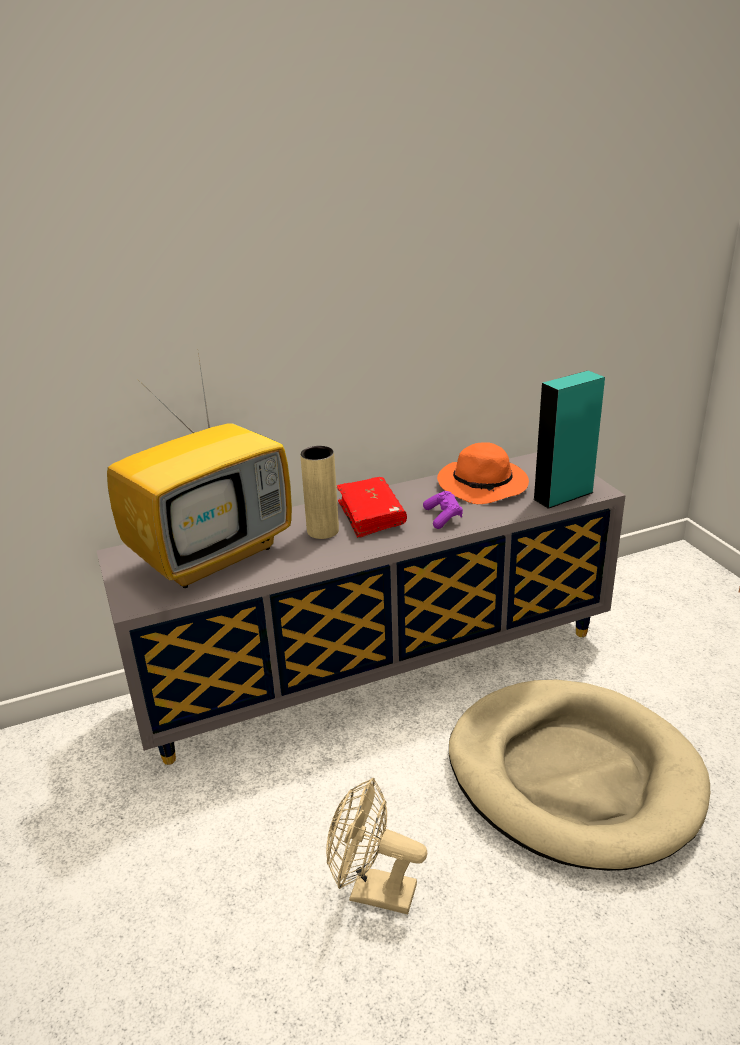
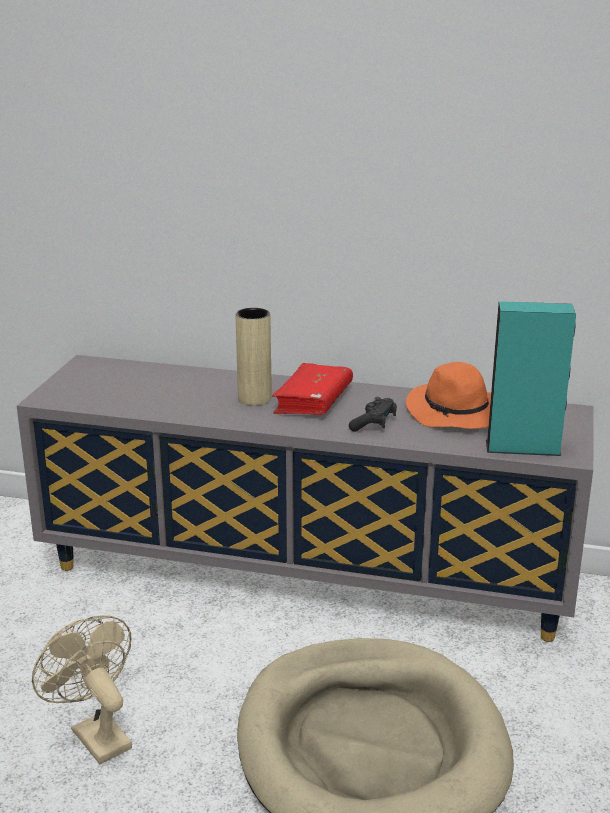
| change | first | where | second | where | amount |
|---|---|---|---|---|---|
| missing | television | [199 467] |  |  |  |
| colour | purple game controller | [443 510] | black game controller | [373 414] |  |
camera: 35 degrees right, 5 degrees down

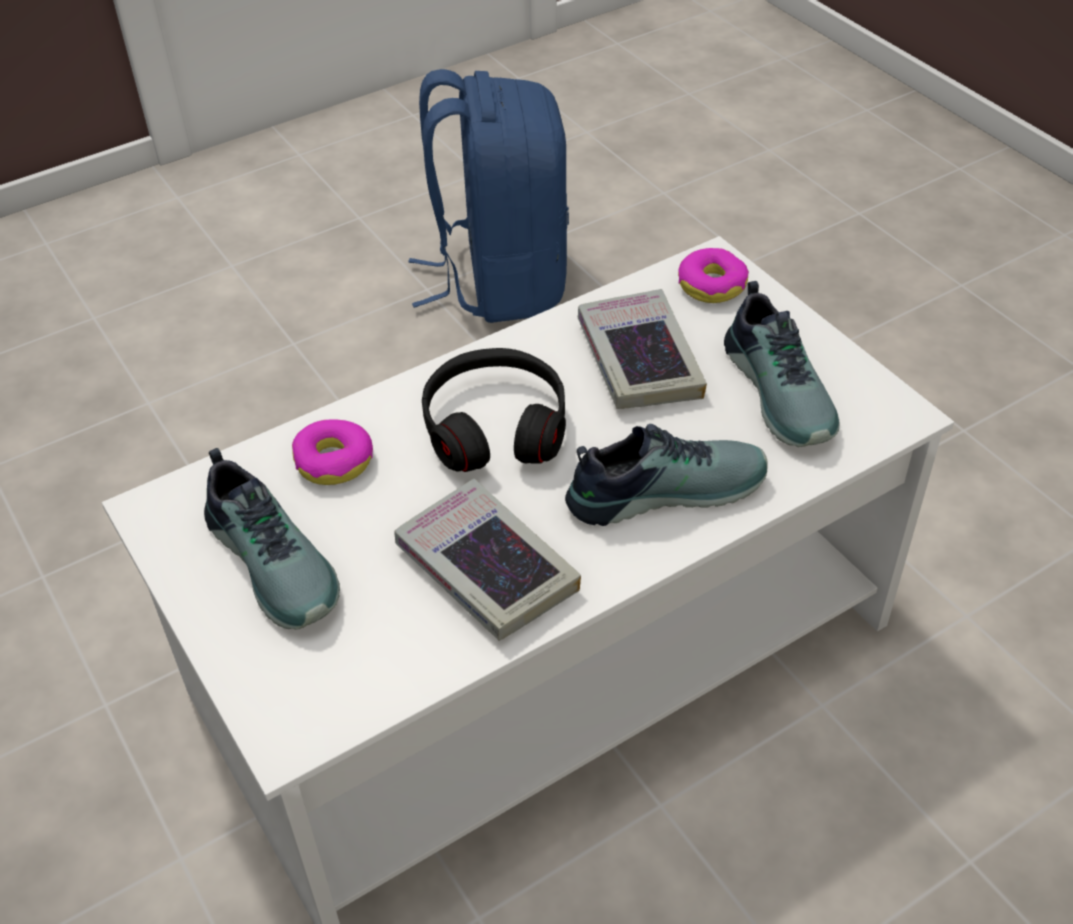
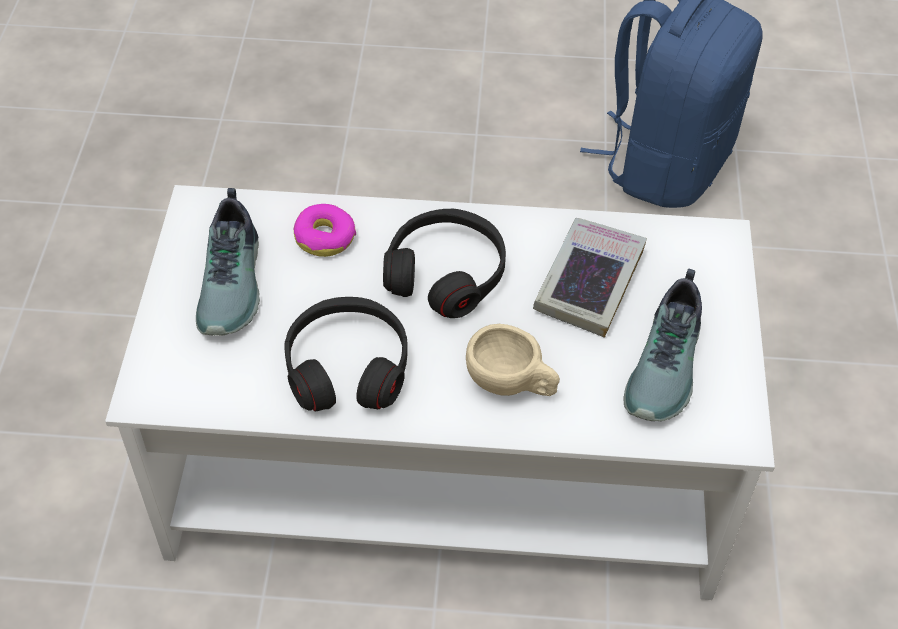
| change | first | where | second | where | amount |
|---|---|---|---|---|---|
| exchanged | book | [487 560] | black headphones | [346 354] |  |
| exchanged | shoe | [666 475] | beige cup | [513 360] |  |
| missing | donut | [713 275] |  |  |  |
camera: 35 degrees right, 5 degrees up

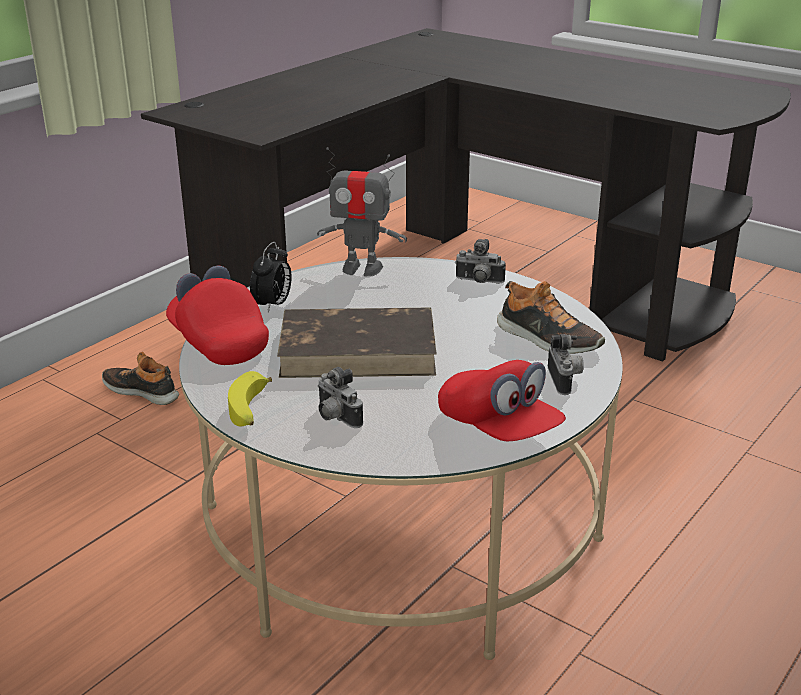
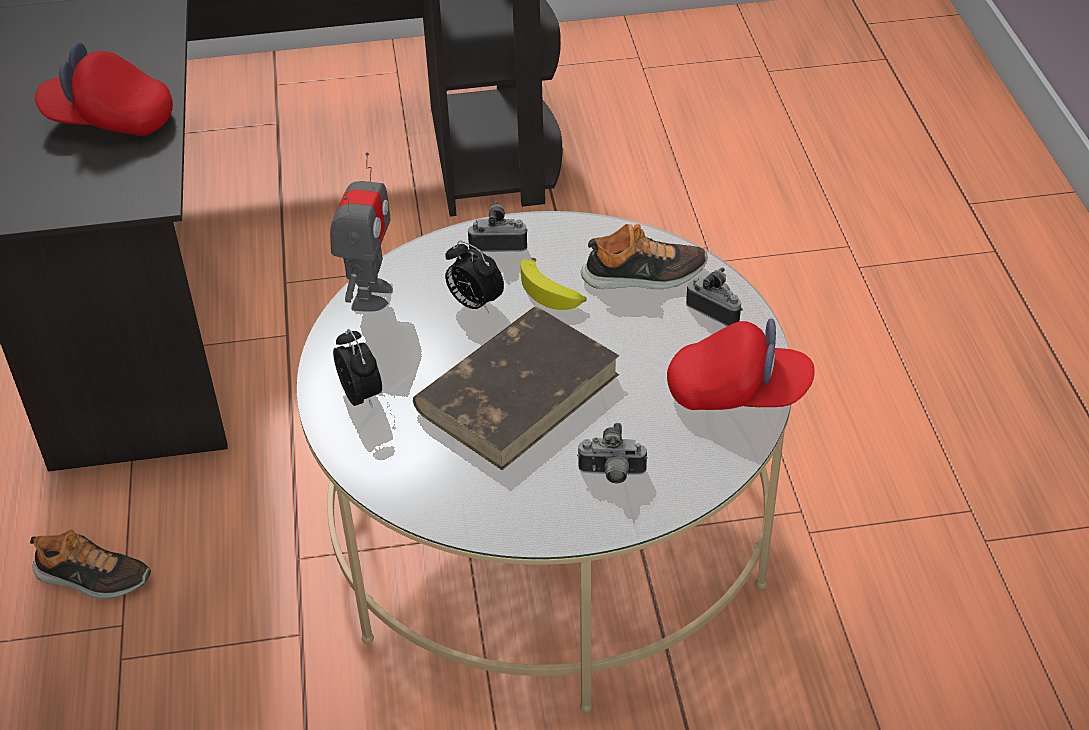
| change | first | where | second | where | amount |
|---|---|---|---|---|---|
| spun | shoe | [140 378] |  | [90 564] | 150 degrees counterclockwise |
| relocated | red cap | [217 315] |  | [104 89] |  |
| relocated | banana | [250 399] |  | [553 284] |  |
| spun | toy robot | [362 211] |  | [361 232] | 45 degrees counterclockwise |
| spun | photo camera | [480 261] |  | [497 226] | 150 degrees counterclockwise |
| appeared |  |  | alarm clock | [474 277] |  |
camera: 45 degrees left, 15 degrees up

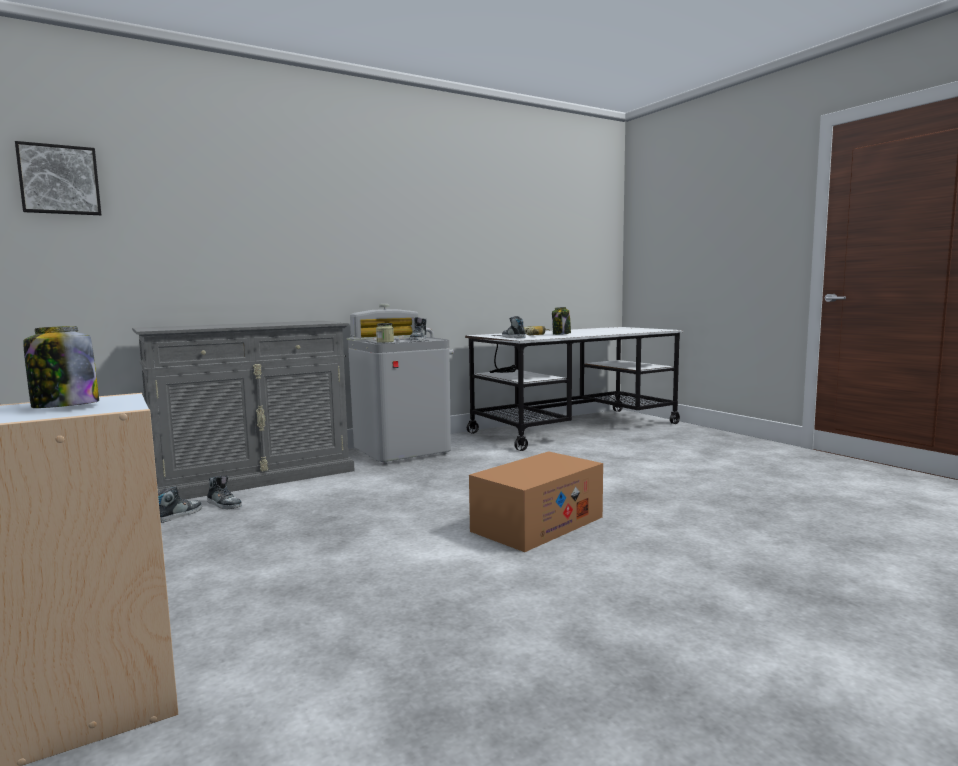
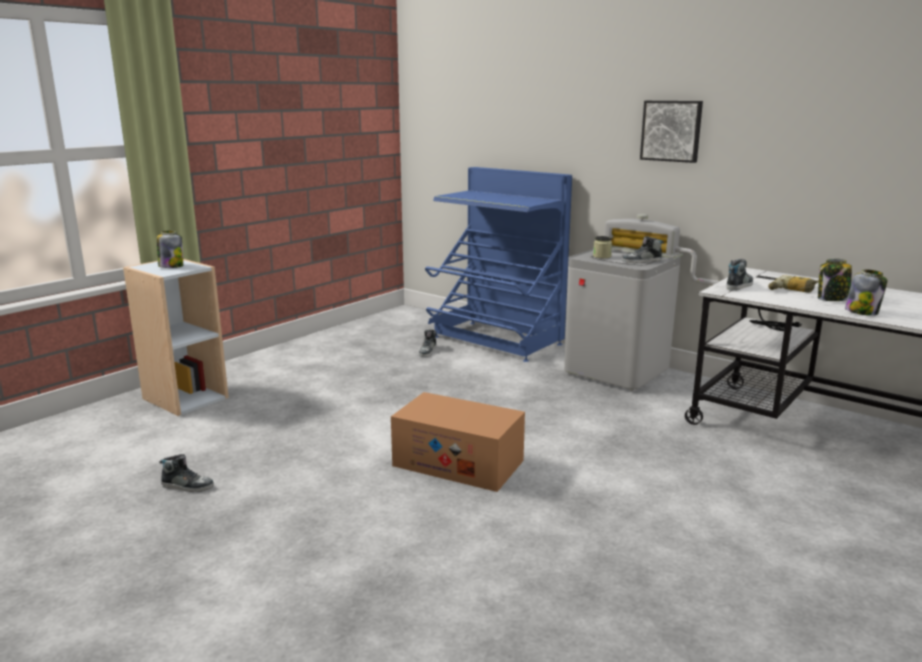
| change | first | where | second | where | amount |
|---|---|---|---|---|---|
| relocated | picture | [58 178] |  | [671 132] |  |
| exchanged | grey dresser | [243 410] | blue shoe rack | [498 264] |  |
| relocated | shoe | [180 504] |  | [187 473] |  |
| appeared |  |  | jar | [866 292] |  |
camera: 70 degrees right, 10 degrees up

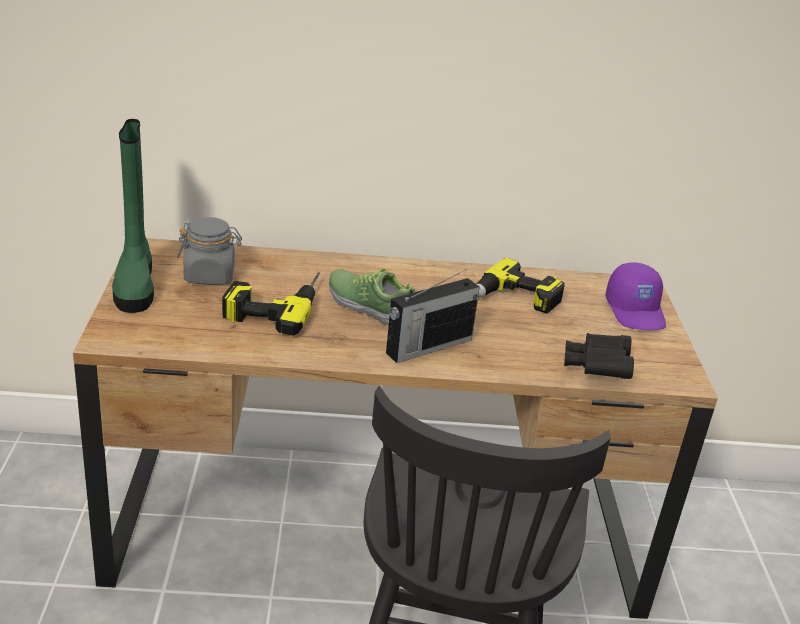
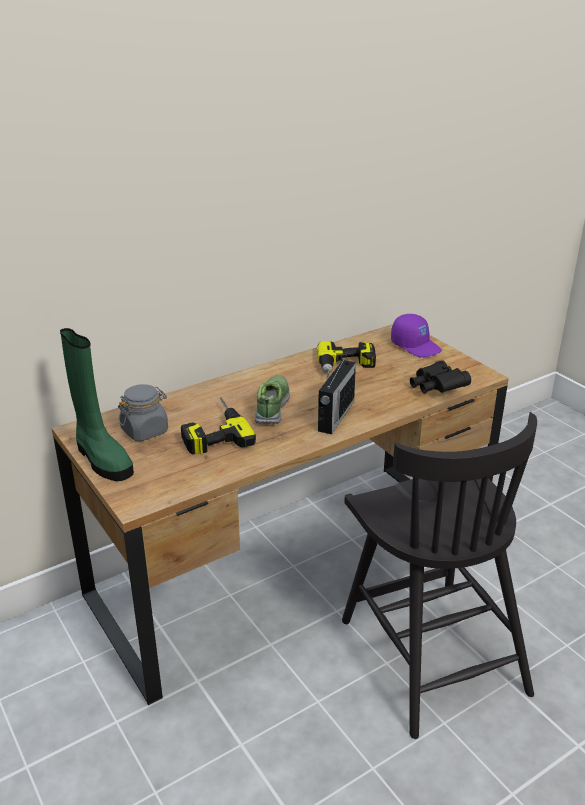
| change | first | where | second | where | amount |
|---|---|---|---|---|---|
| spun | shoe | [372 297] |  | [272 399] | 90 degrees clockwise |
camera: 30 degrees left, 0 degrees up

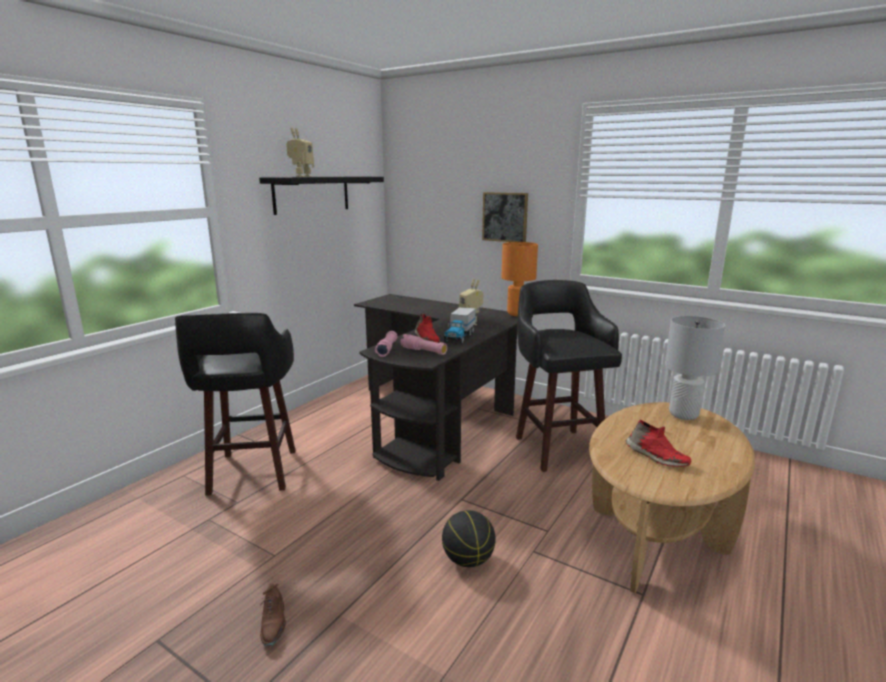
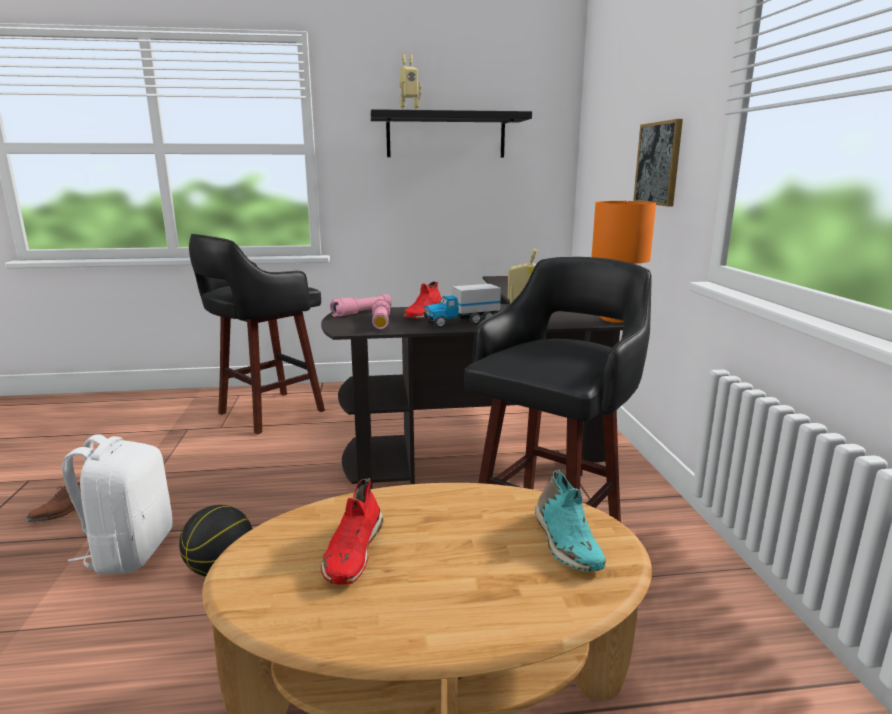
| change | first | where | second | where | amount |
|---|---|---|---|---|---|
| exchanged | grey table lamp | [695 368] | turquoise shoe | [570 520] |  |
| appeared |  |  | white backpack | [117 504] |  |
camera: 50 degrees right, 0 degrees up

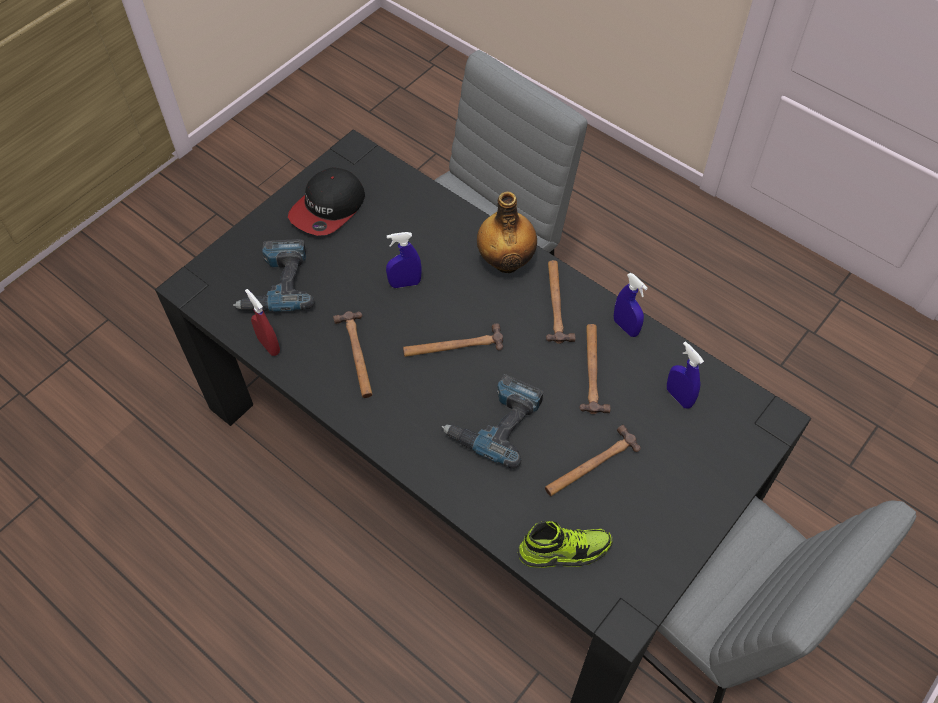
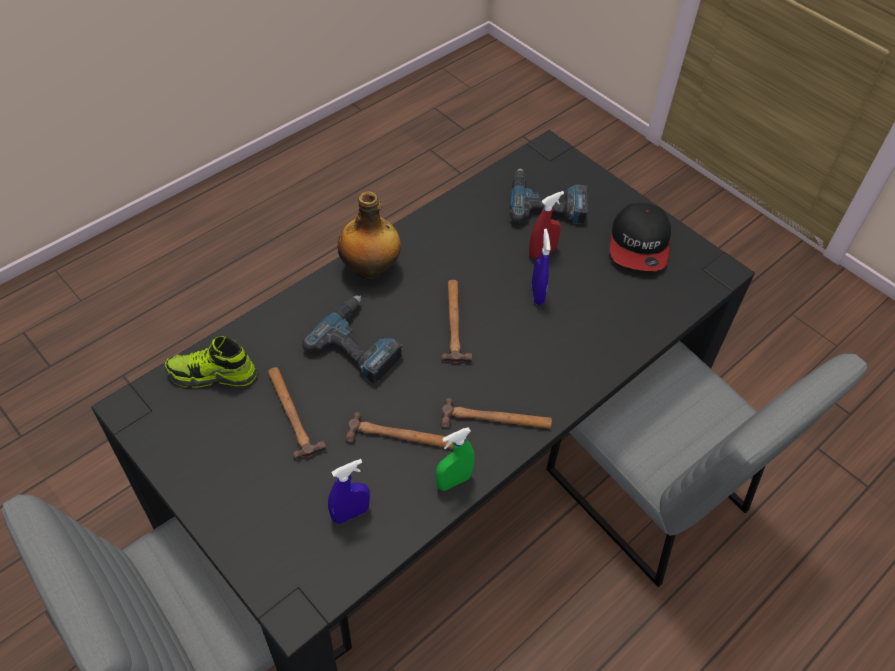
| change | first | where | second | where | amount |
|---|---|---|---|---|---|
| relocated | red spray bottle | [262 322] |  | [546 224] |  |
| spun | cap | [326 201] |  | [640 237] | 120 degrees counterclockwise |
| missing | hammer | [352 354] |  |  |  |
| relocated | bottle | [507 232] |  | [369 235] |  |
| spun | shoe | [565 544] |  | [210 362] | 90 degrees clockwise |
| colour | blue spray bottle | [631 305] | green spray bottle | [455 459] |  |
camera: 95 degrees right, 5 degrees down

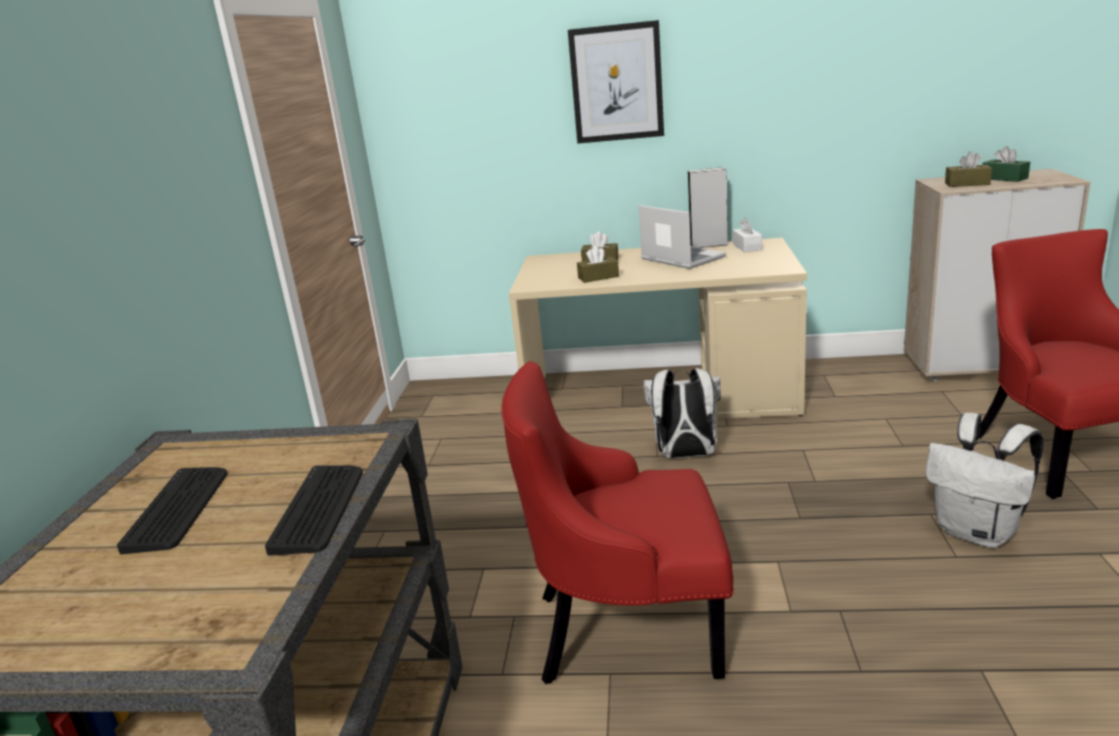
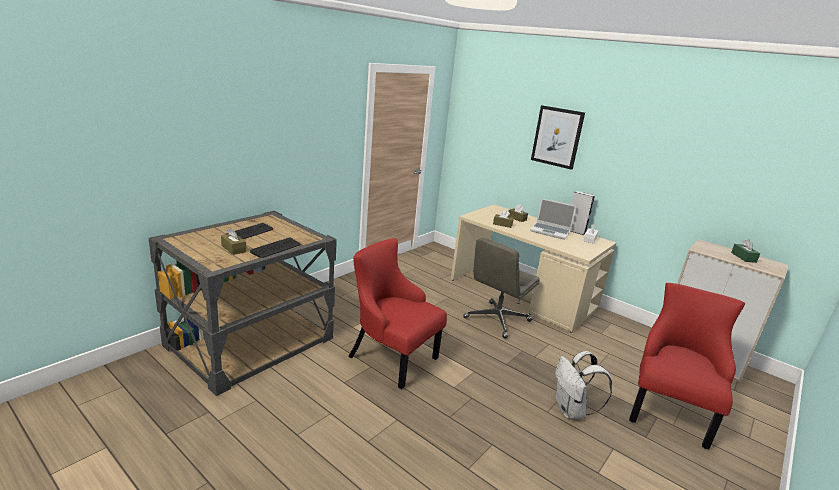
| change | first | where | second | where | amount |
|---|---|---|---|---|---|
| spun | laptop | [682 237] |  | [553 219] | 120 degrees clockwise |
| exchanged | white backpack | [682 413] | grey office chair | [501 288] |  |
| relocated | brown tissue box | [968 169] |  | [233 241] |  |
camera: 30 degrees right, 0 degrees up

